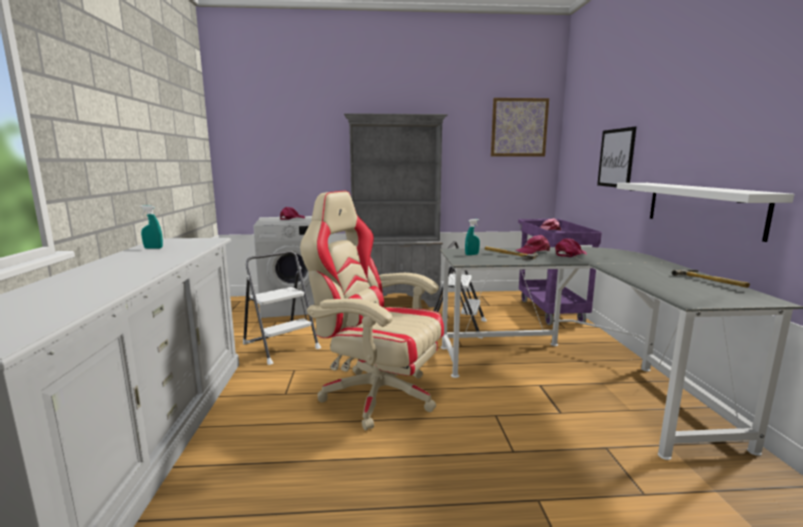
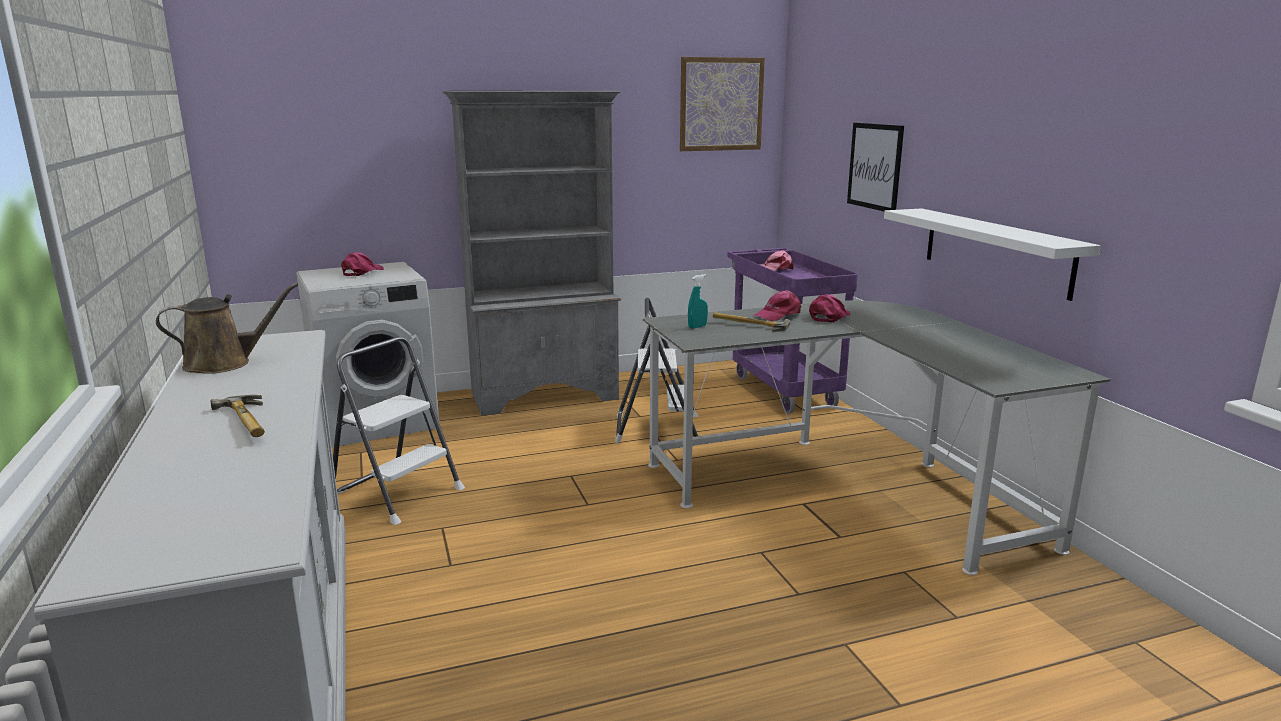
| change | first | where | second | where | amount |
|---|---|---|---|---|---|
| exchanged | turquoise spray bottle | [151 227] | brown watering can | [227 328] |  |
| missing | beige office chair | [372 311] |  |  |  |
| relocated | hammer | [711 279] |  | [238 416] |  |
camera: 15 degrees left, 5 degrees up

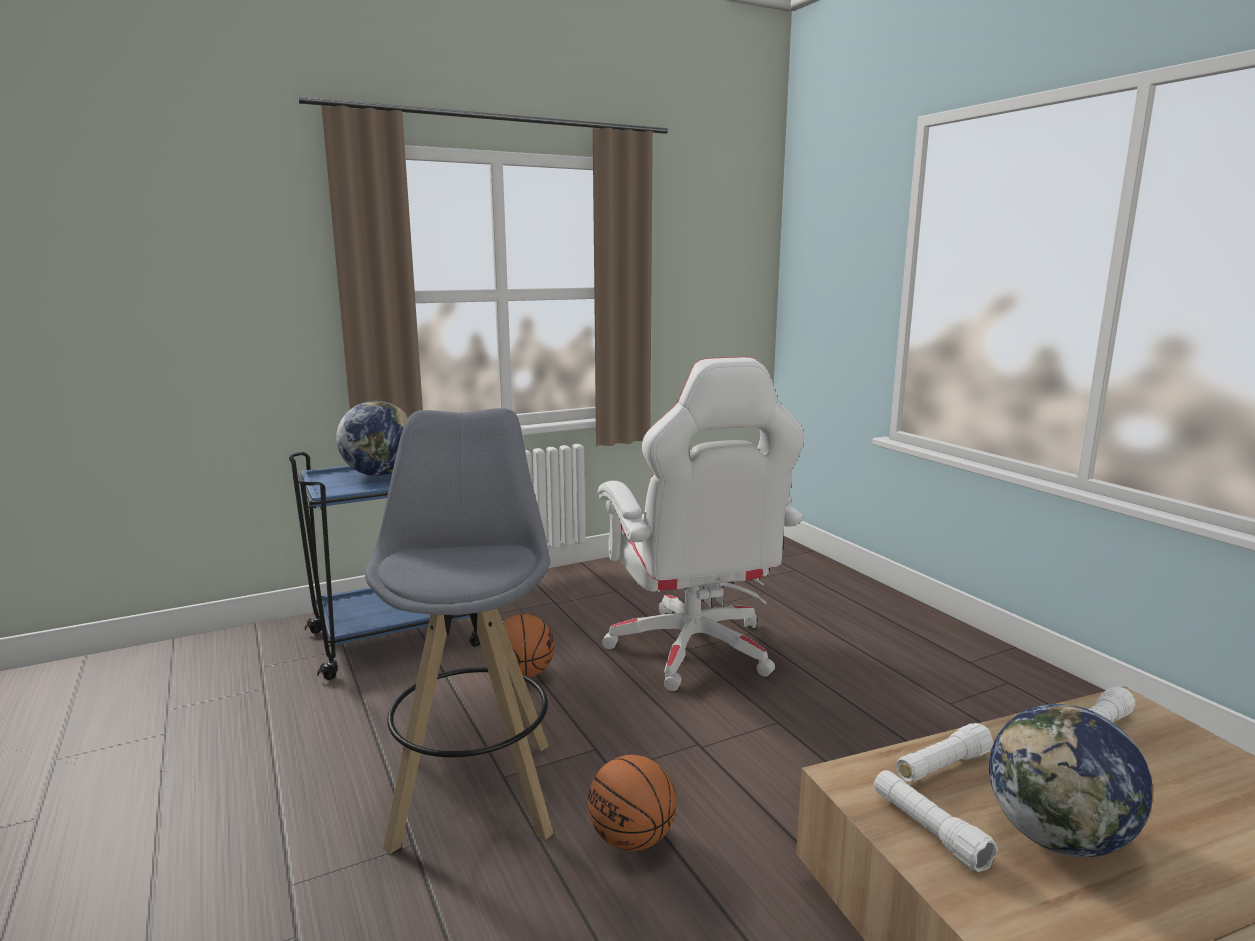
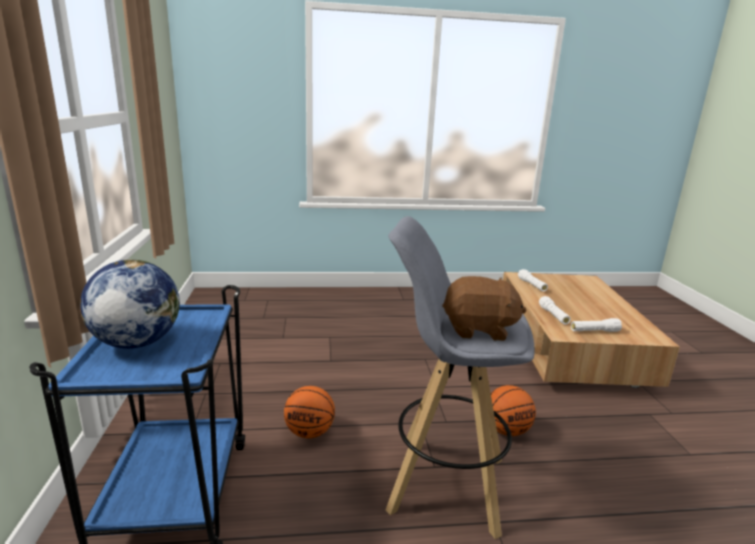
| change | first | where | second | where | amount |
|---|---|---|---|---|---|
| missing | white office chair | [701 524] |  |  |  |
| missing | globe | [1071 780] |  |  |  |
| appeared |  |  | brown plush toy | [484 308] |  |
camera: 70 degrees left, 5 degrees up

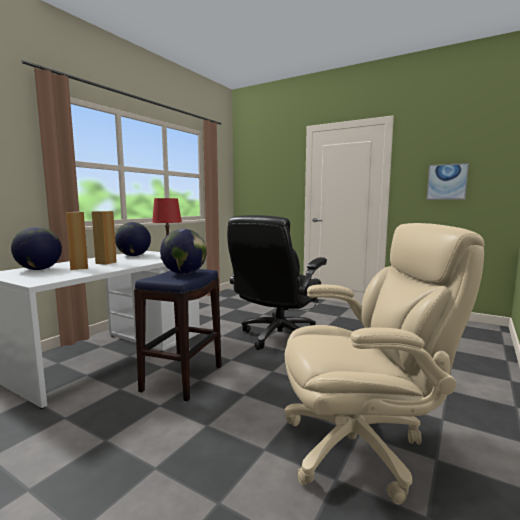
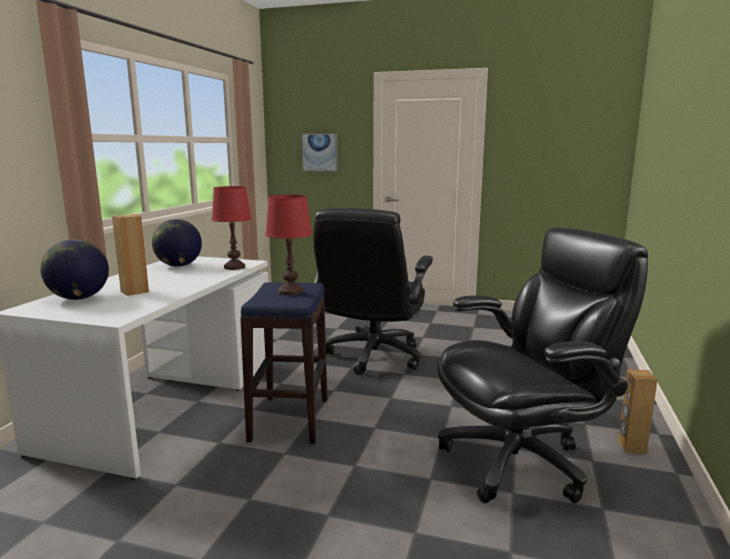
| change | first | where | second | where | amount |
|---|---|---|---|---|---|
| relocated | brown speaker | [104 238] |  | [637 411] |  |
| exchanged | globe | [183 251] | red table lamp | [288 245] |  |
| colour | beige office chair | [384 364] | black office chair | [542 365] |  |
| relocated | picture | [448 181] |  | [320 152] |  |
camera: 15 degrees left, 5 degrees up

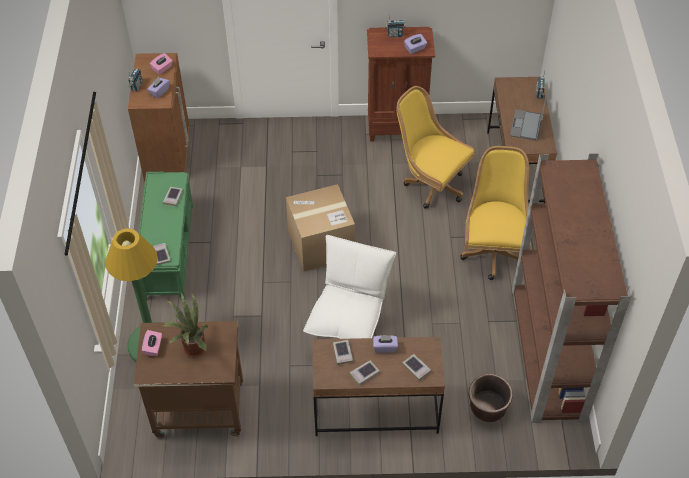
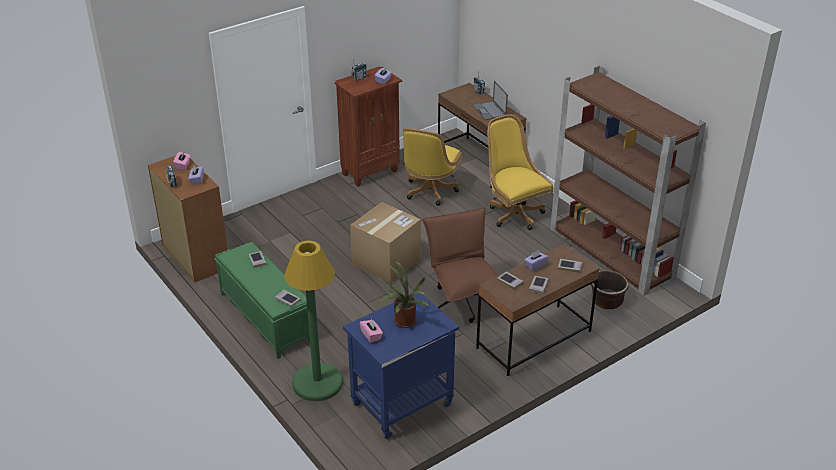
| change | first | where | second | where | amount |
|---|---|---|---|---|---|
| colour | brown cart | [188 380] | blue cart | [401 366] |  |
| colour | white office chair | [349 287] | brown office chair | [460 265] |  |
| spun | yellow office chair | [436 147] |  | [432 167] | 75 degrees counterclockwise |
camera: 35 degrees left, 15 degrees down

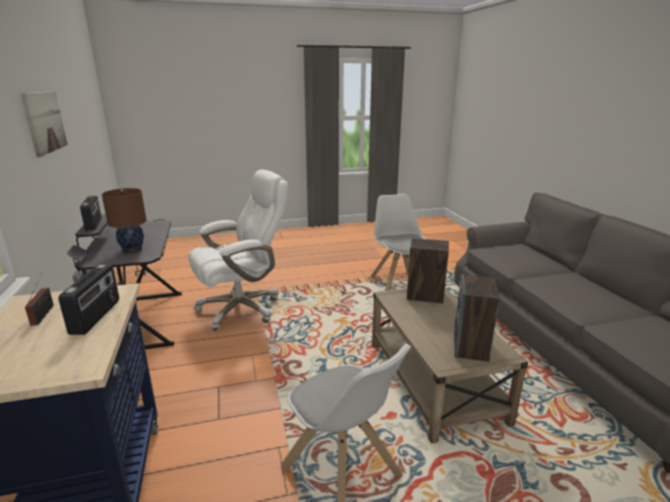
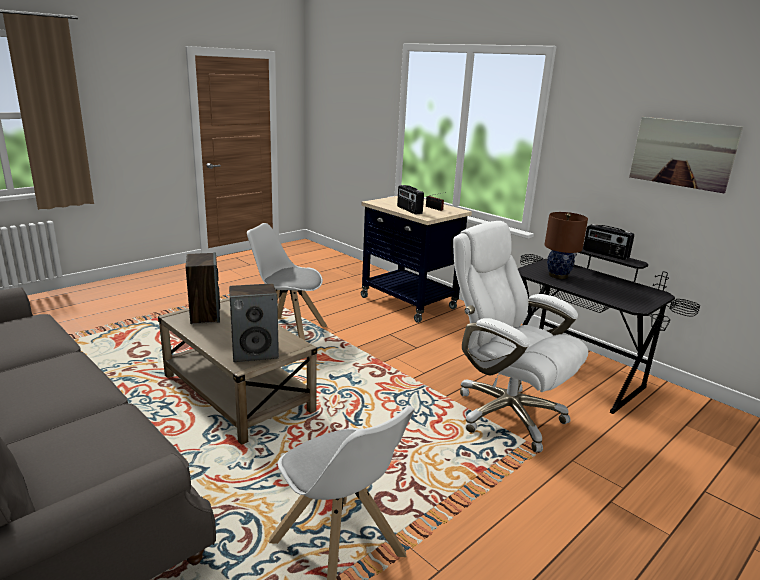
| change | first | where | second | where | amount |
|---|---|---|---|---|---|
| spun | white office chair | [238 250] |  | [520 336] | 105 degrees clockwise |
camera: 150 degrees right, 0 degrees up

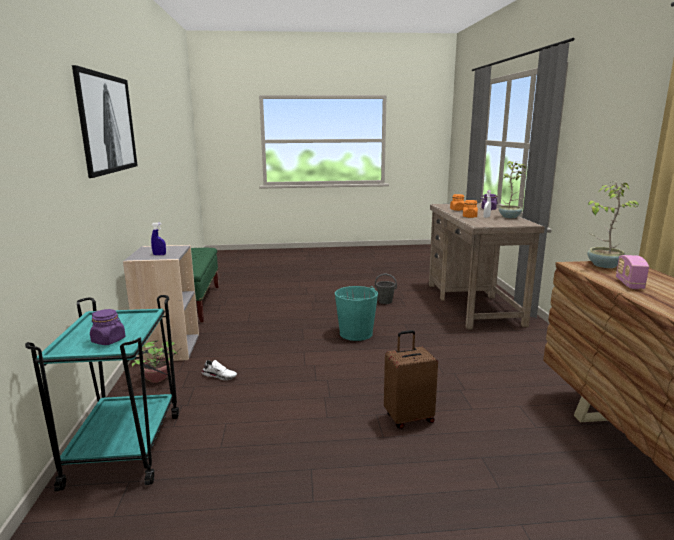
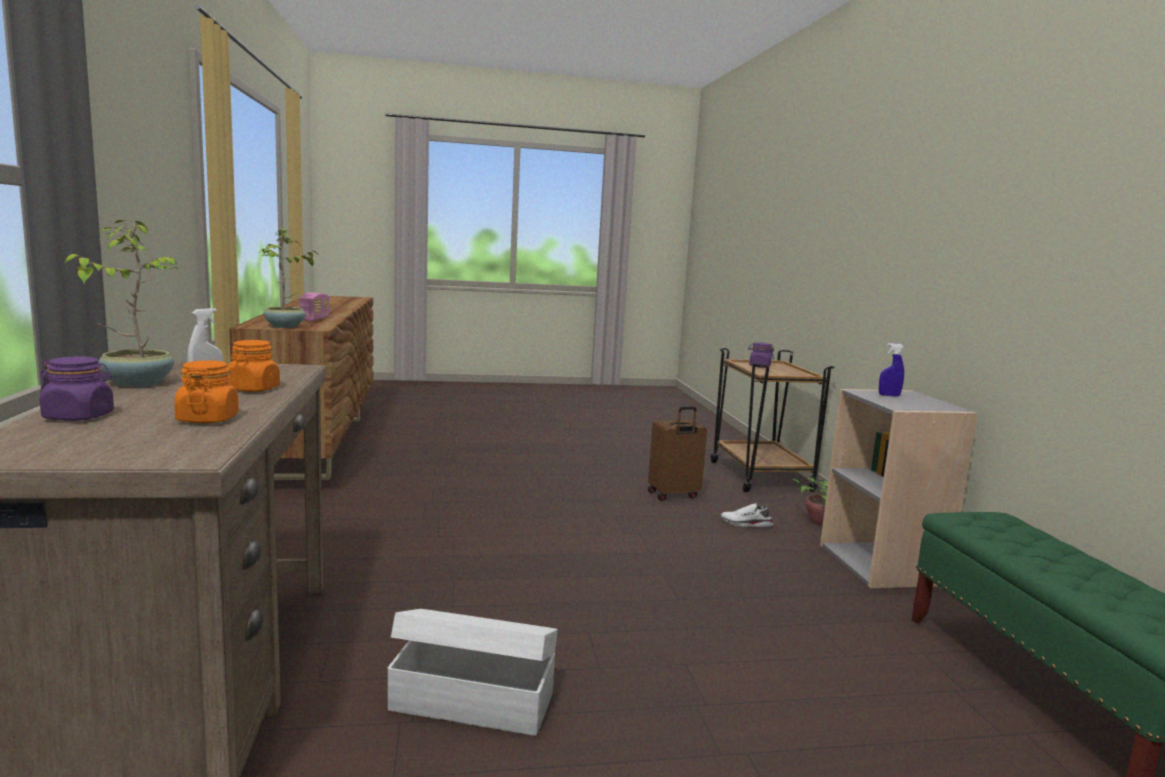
| change | first | where | second | where | amount |
|---|---|---|---|---|---|
| colour | turquoise cart | [102 393] | brown cart | [772 420] |  |
| missing | picture | [105 121] |  |  |  |
| missing | turquoise bucket | [356 313] |  |  |  |
| exchanged | grey bucket | [386 289] | white storage box | [472 672] |  |
| relocated | brown suitcase | [411 379] |  | [677 453] |  |
camera: 175 degrees right, 5 degrees down

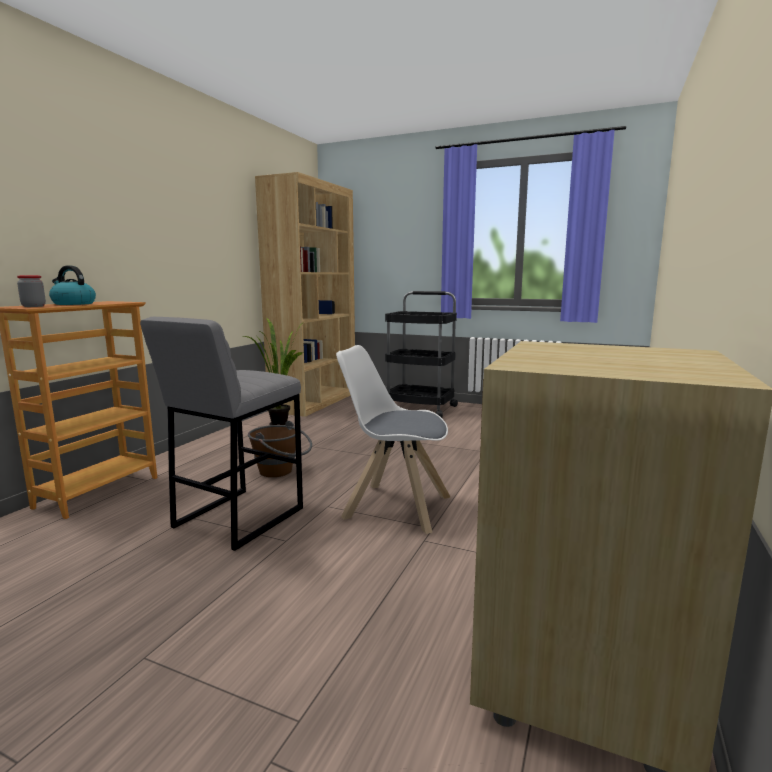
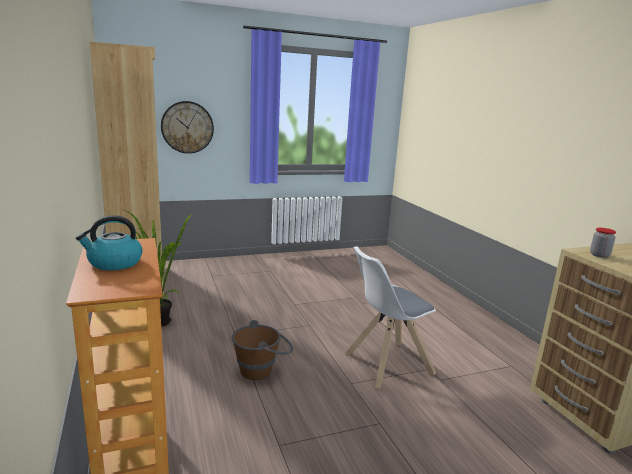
| change | first | where | second | where | amount |
|---|---|---|---|---|---|
| relocated | jar | [31 291] |  | [603 243] |  |
| missing | grey stool | [221 434] |  |  |  |
| missing | black cart | [421 354] |  |  |  |
| appeared |  |  | wall clock | [187 127] |  |
camera: 45 degrees left, 5 degrees up

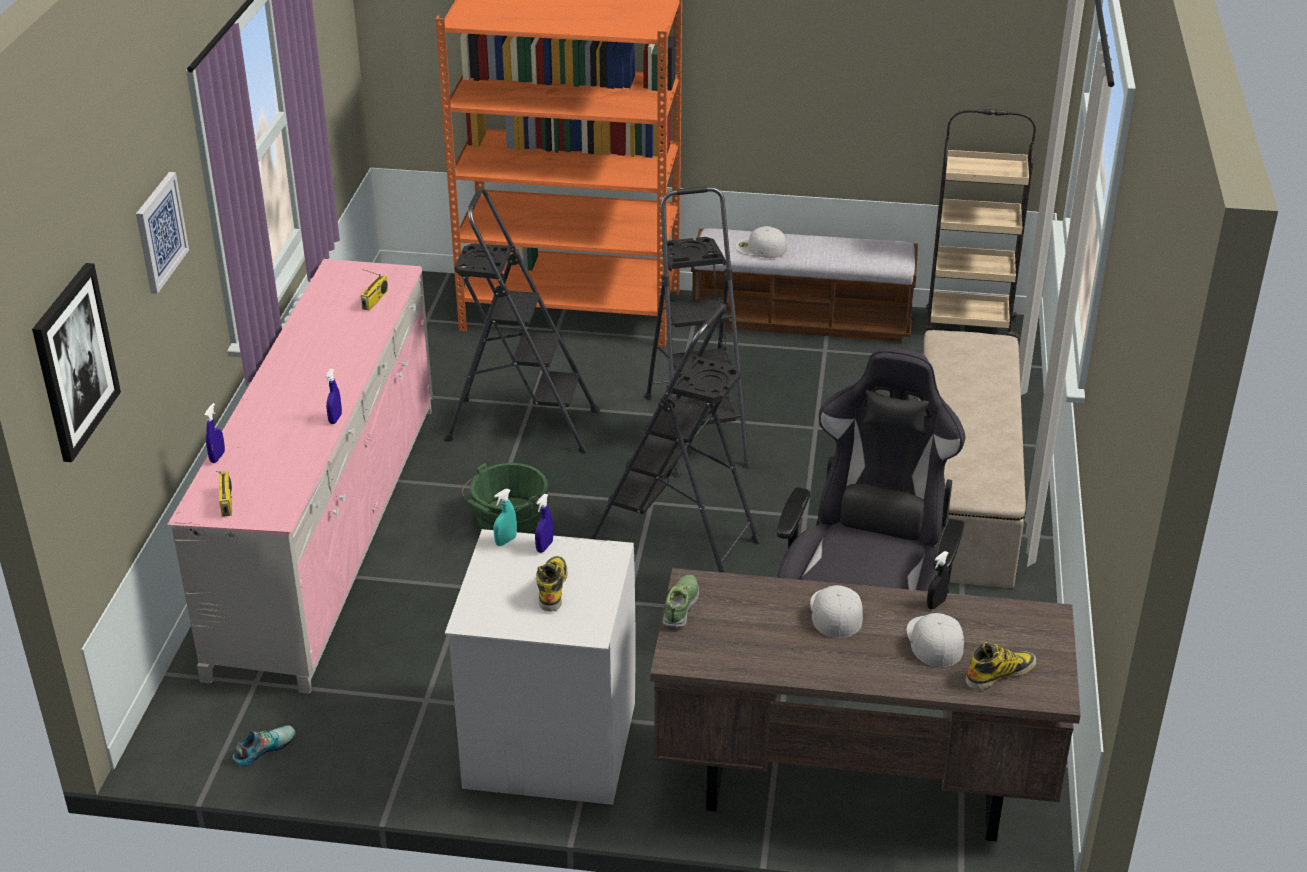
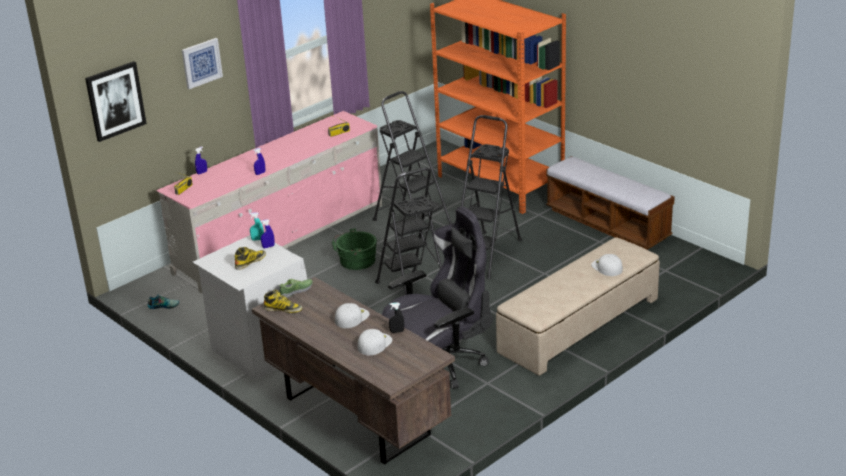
| change | first | where | second | where | amount |
|---|---|---|---|---|---|
| relocated | white cap | [761 242] |  | [607 265] |  |
| missing | beige cart | [980 224] |  |  |  |
| relocated | boot | [1000 666] |  | [283 301] |  |
camera: 40 degrees right, 5 degrees down

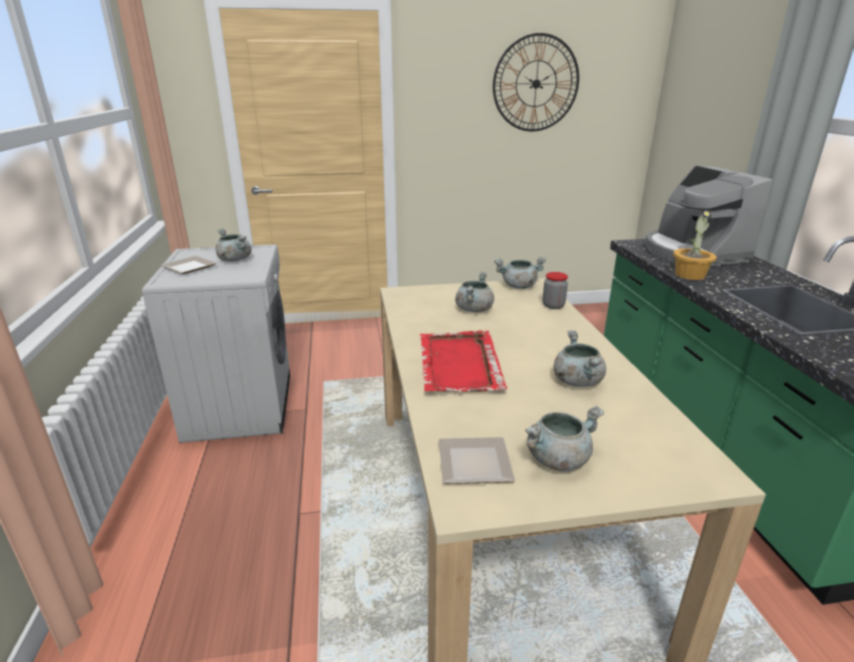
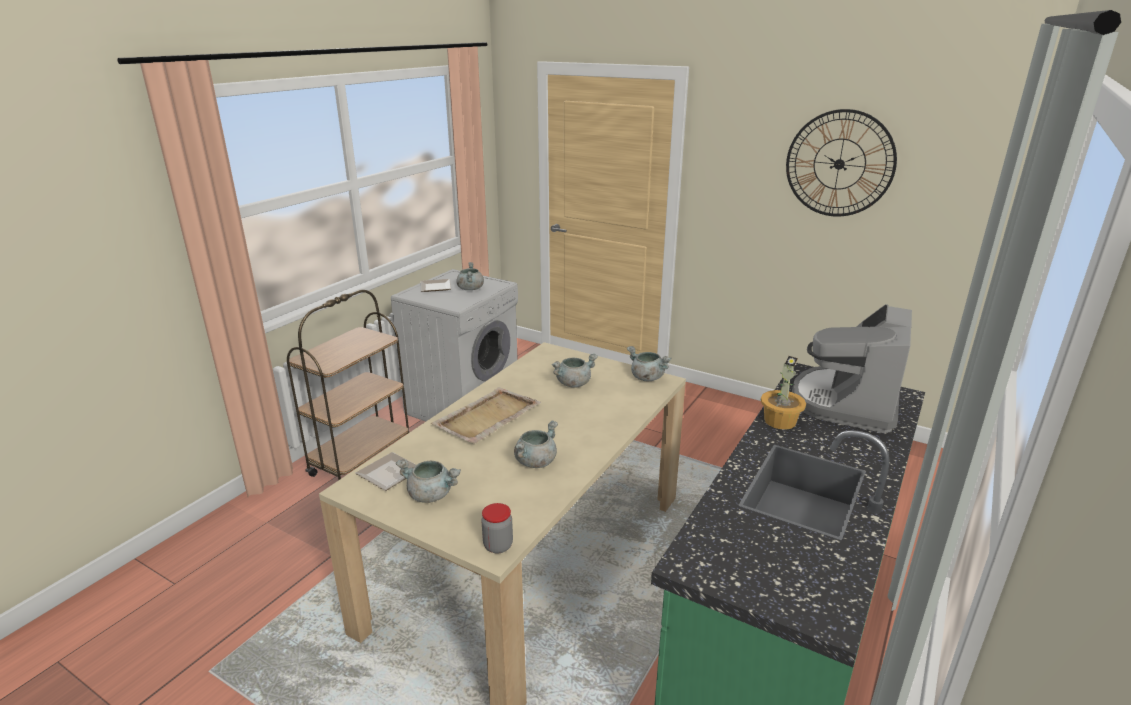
| change | first | where | second | where | amount |
|---|---|---|---|---|---|
| colour | red tray | [463 361] | beige tray | [486 415] |  |
| relocated | jar | [555 290] |  | [497 528] |  |
| appeared |  |  | brown cart | [348 385] |  |
camera: 40 degrees right, 0 degrees up

